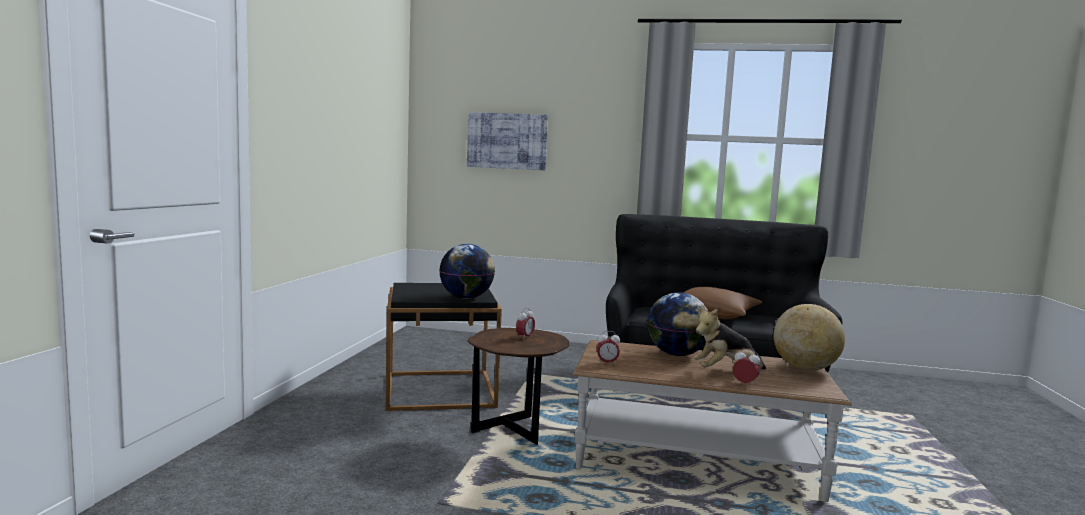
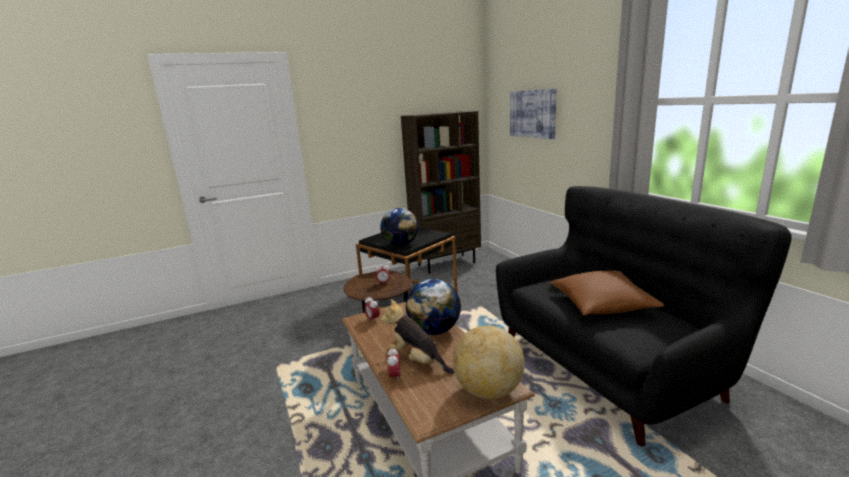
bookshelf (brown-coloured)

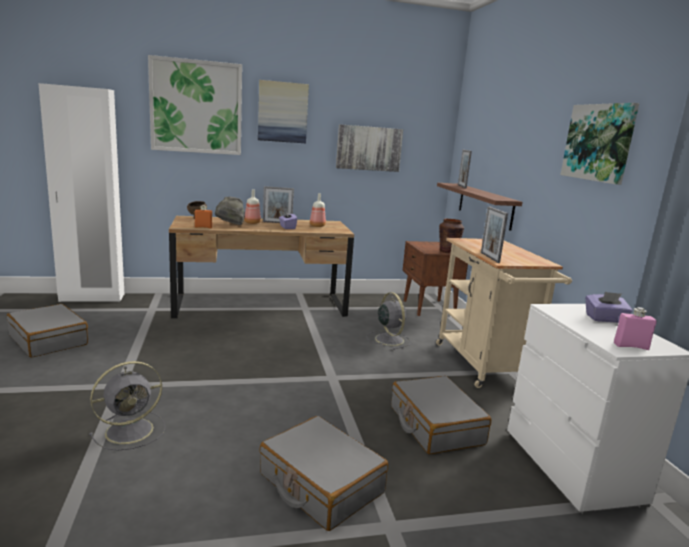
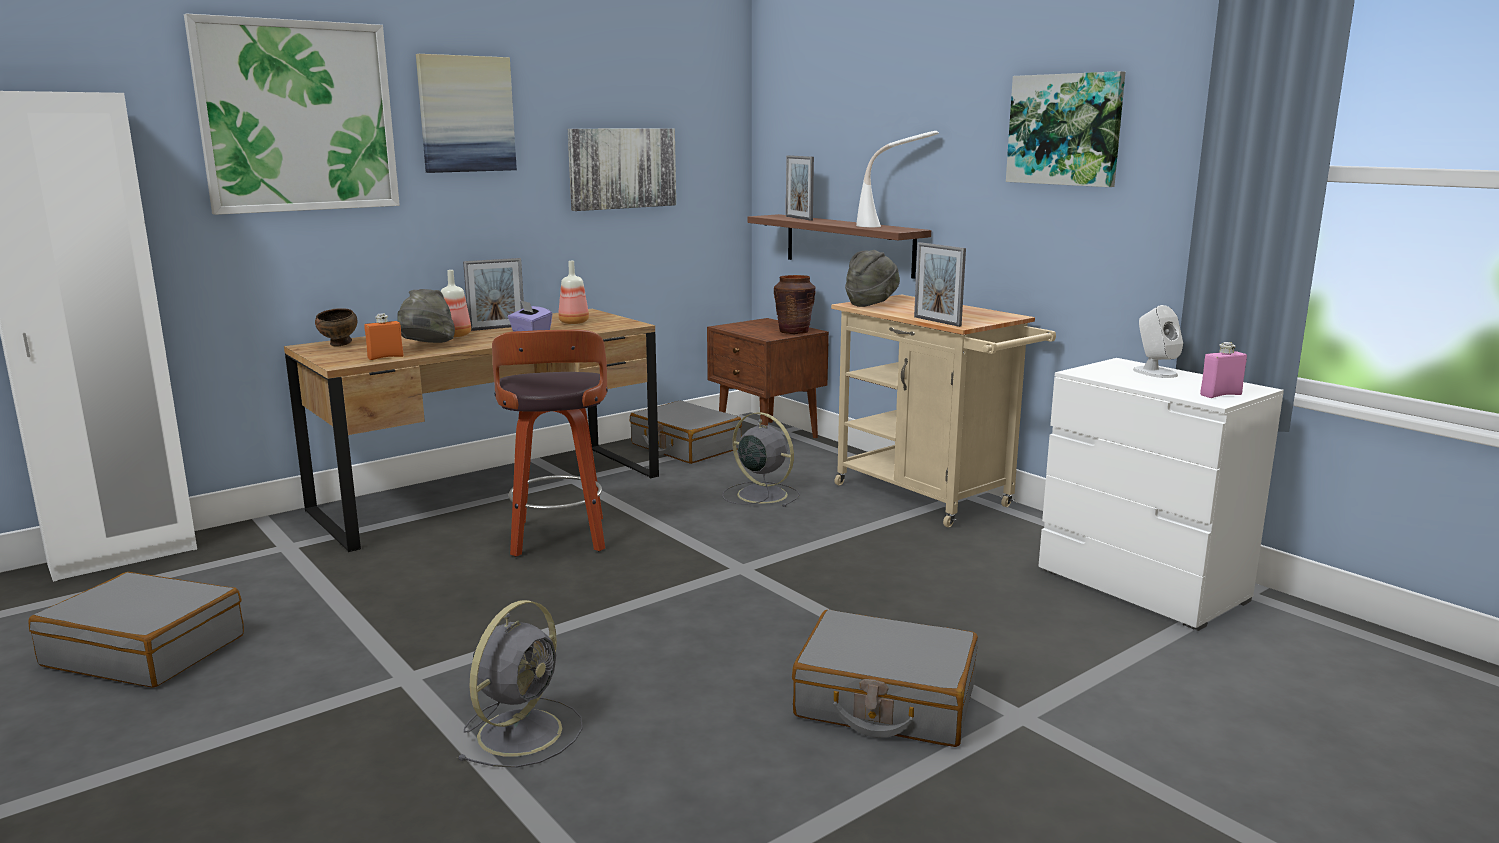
loudspeaker (whitish)
piece of luggage (greyish) (2nd from left)
lamp for a table (whitish)
clothing hat (greyish) (2nd from left)
stool seat

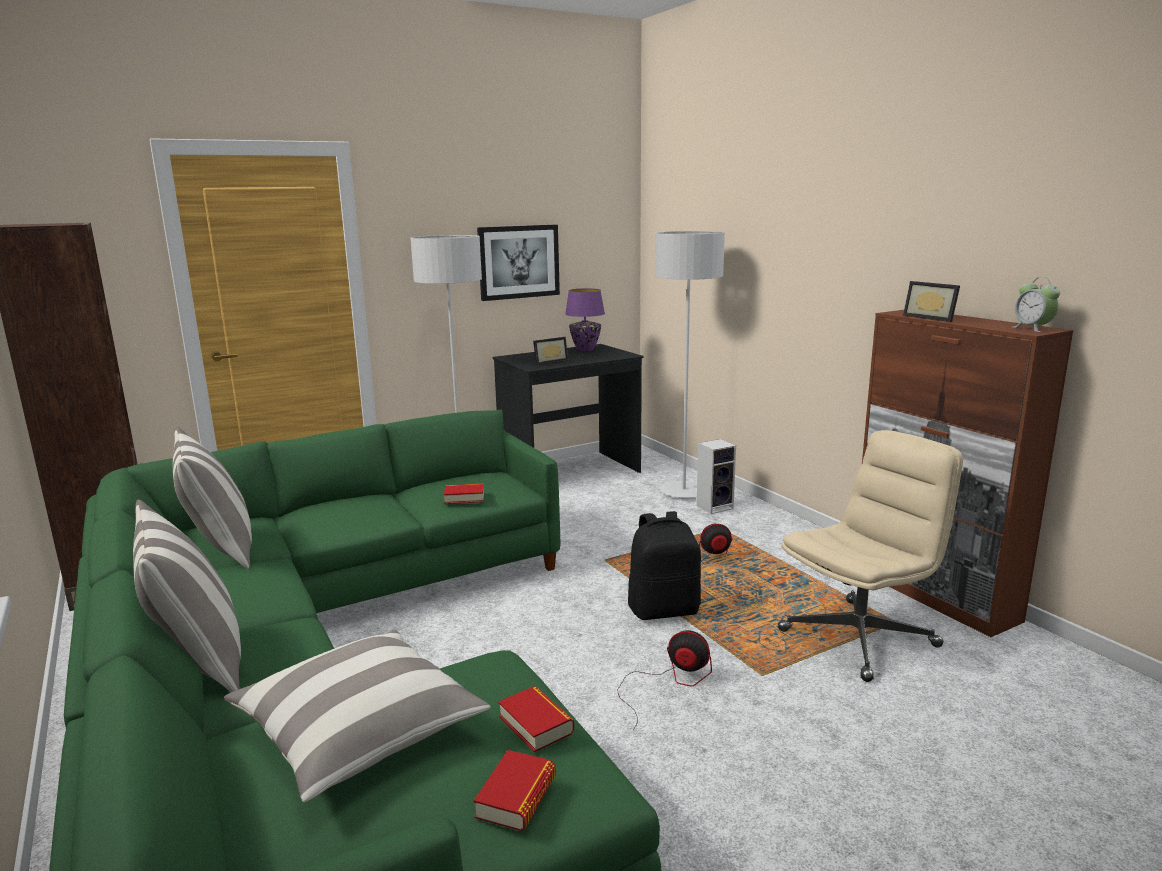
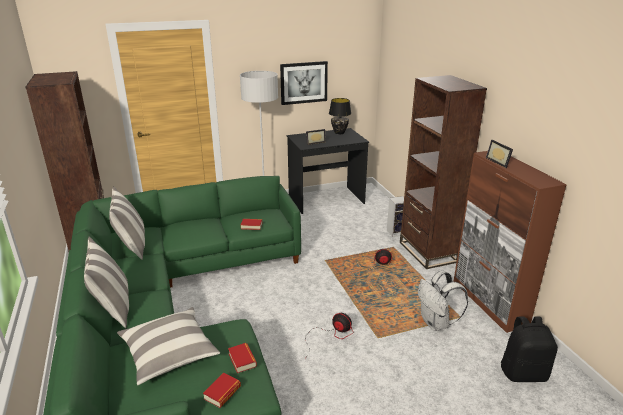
floor lamp (greyish) (2nd from left in the first image)
bedside clock
lamp for a table (black)
knapsack (whitish)
knapsack (black)
bookshelf (brown-coloured) (2nd from left)

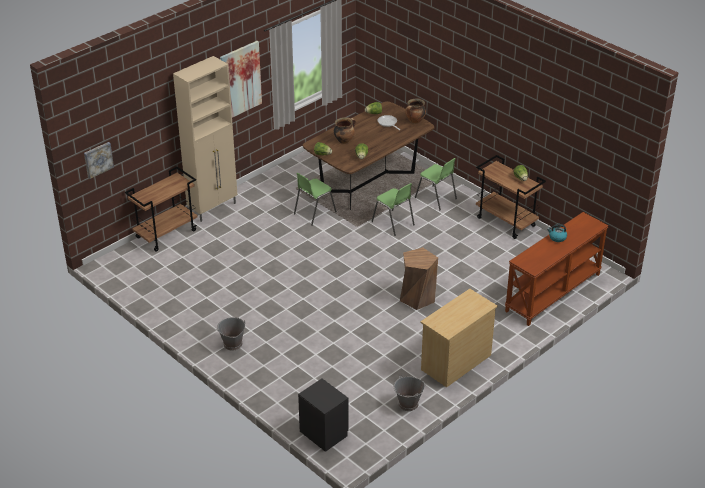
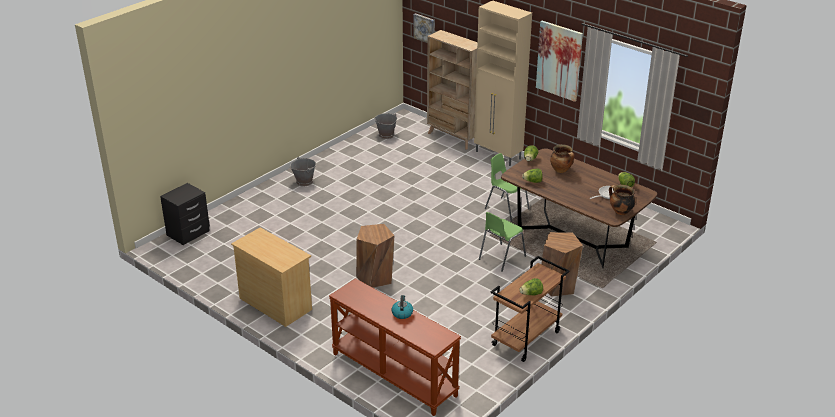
stool seat (brown-coloured) (2nd from left)
bookshelf (beige)
water bucket (greyish) (2nd from left)

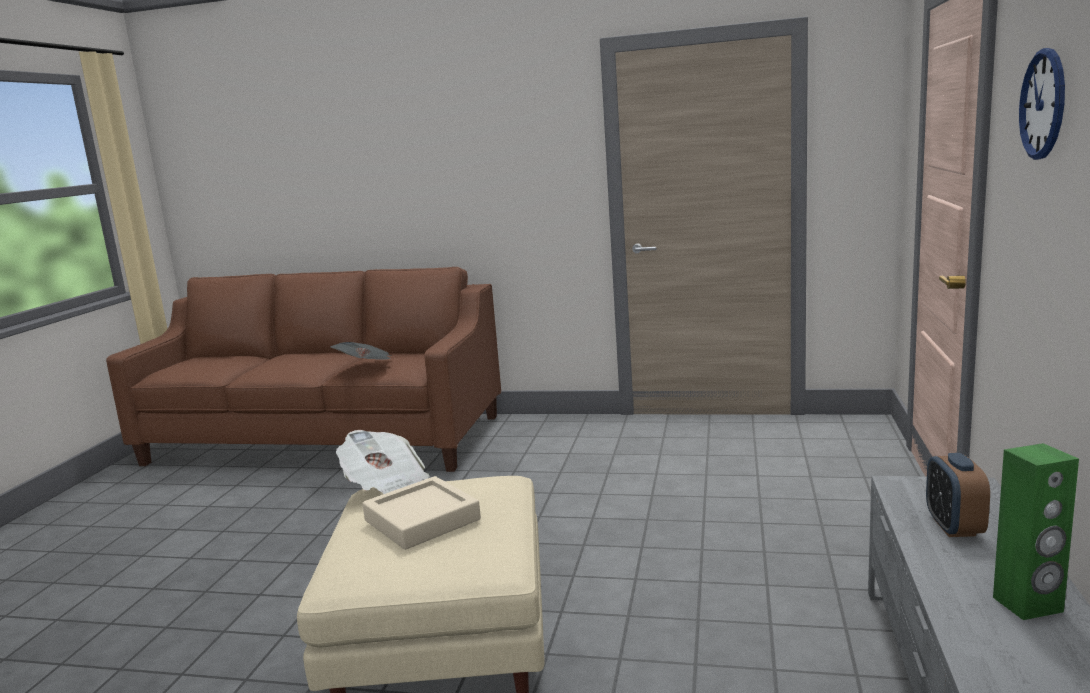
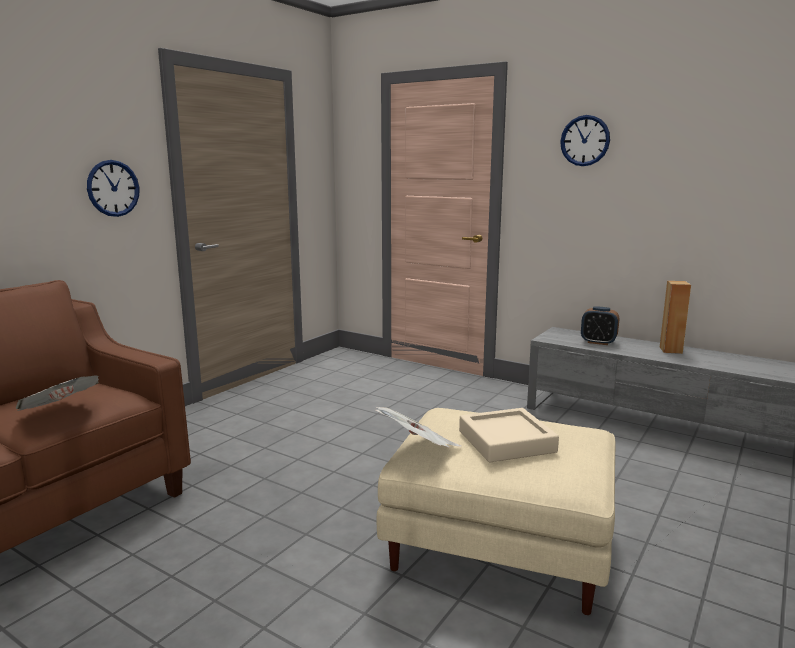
loudspeaker (brown-coloured)
hanging clock (1st from left)

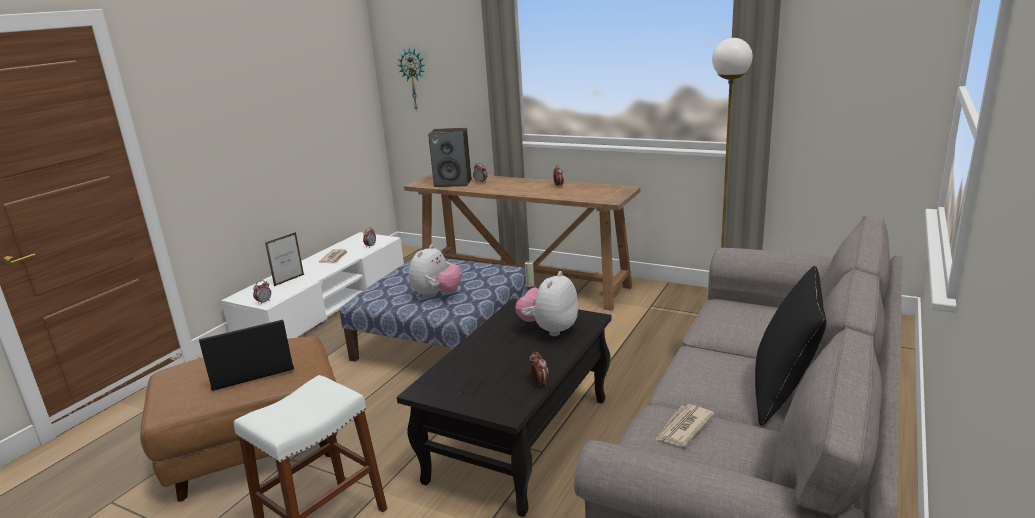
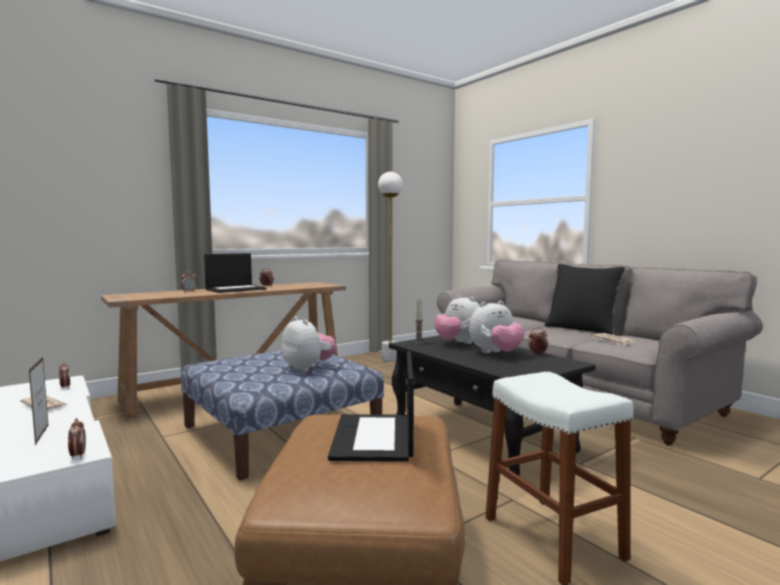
hanging clock
loudspeaker
laptop (1st from left)
cuddly toy (3rd from left)

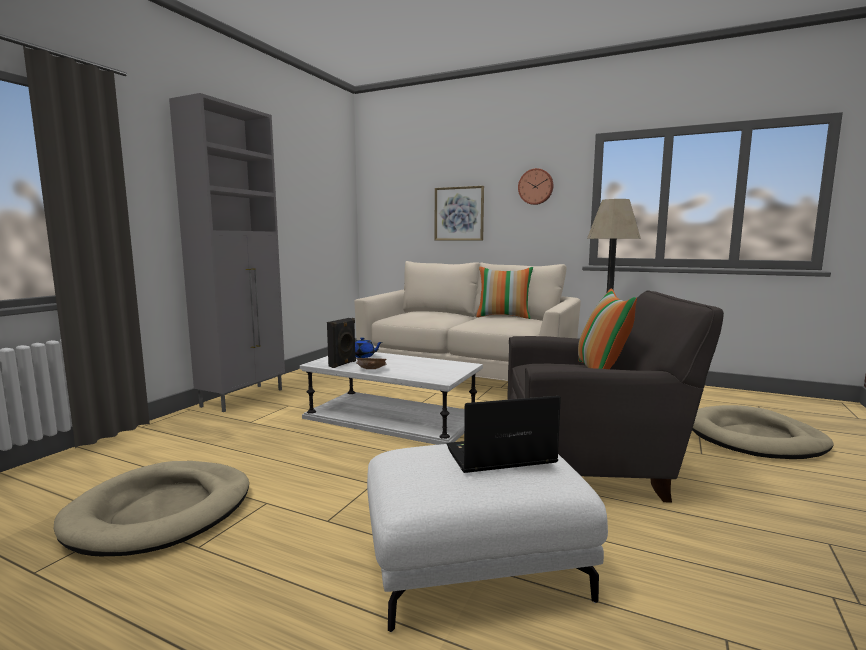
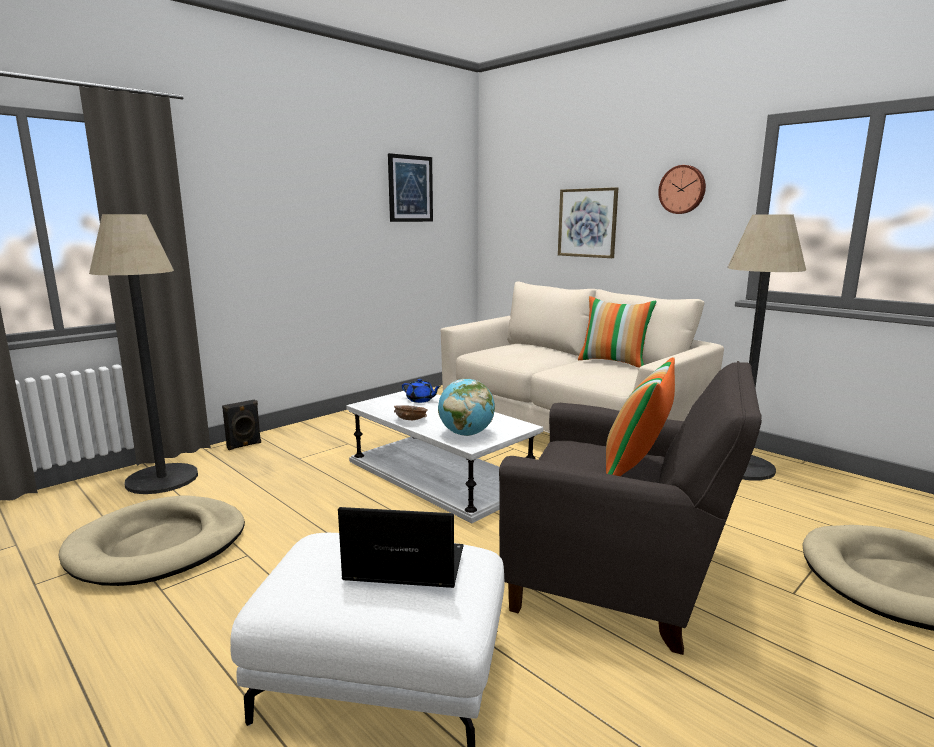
cupboard (greyish)
loudspeaker (black)
wall picture (1st from left)
floor lamp (1st from left)
desk globe

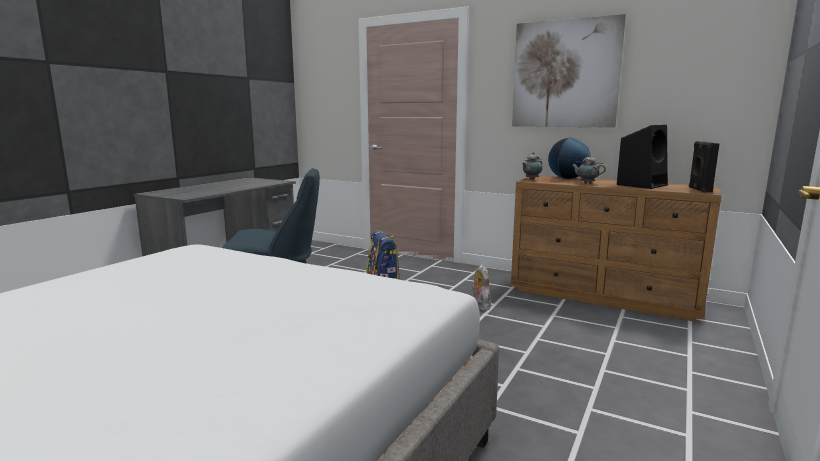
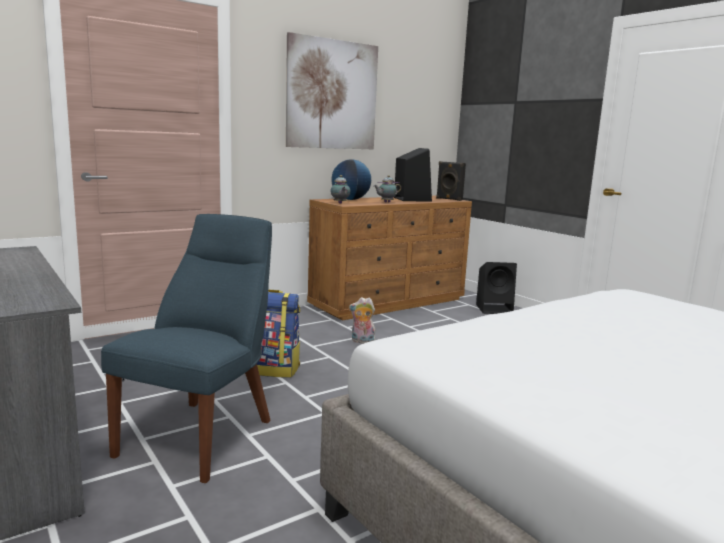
loudspeaker (black) (3rd from left)

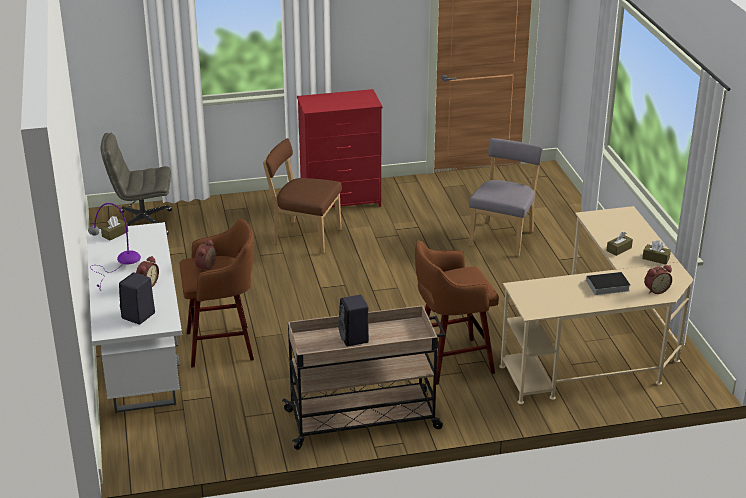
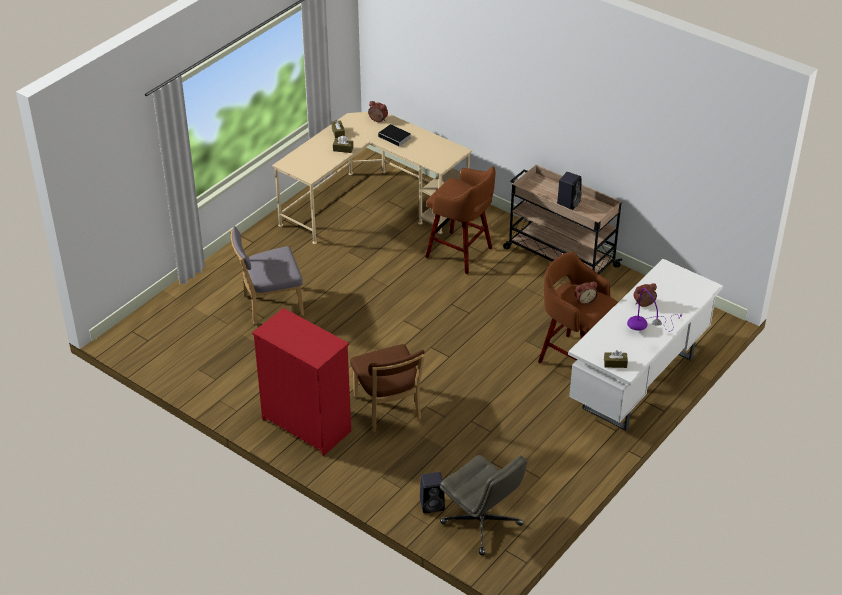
loudspeaker (black) (1st from left)

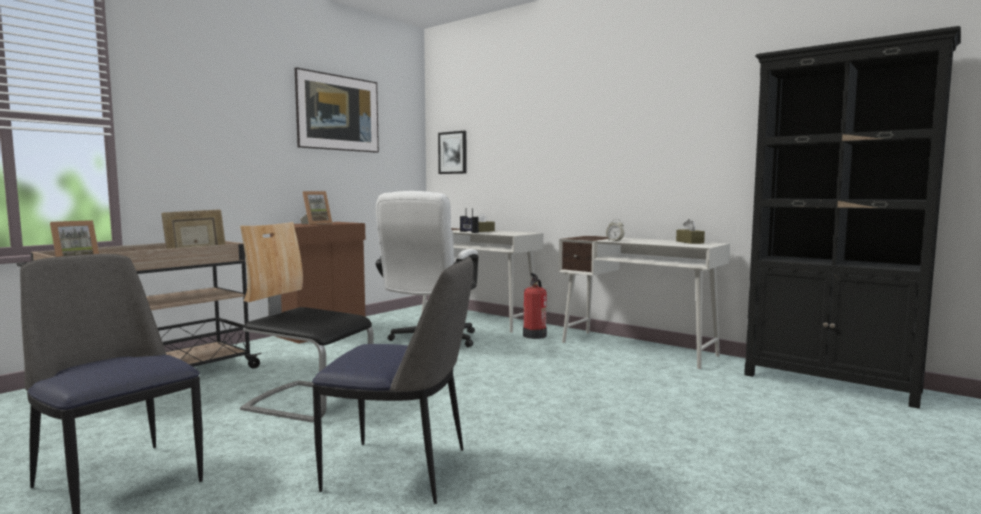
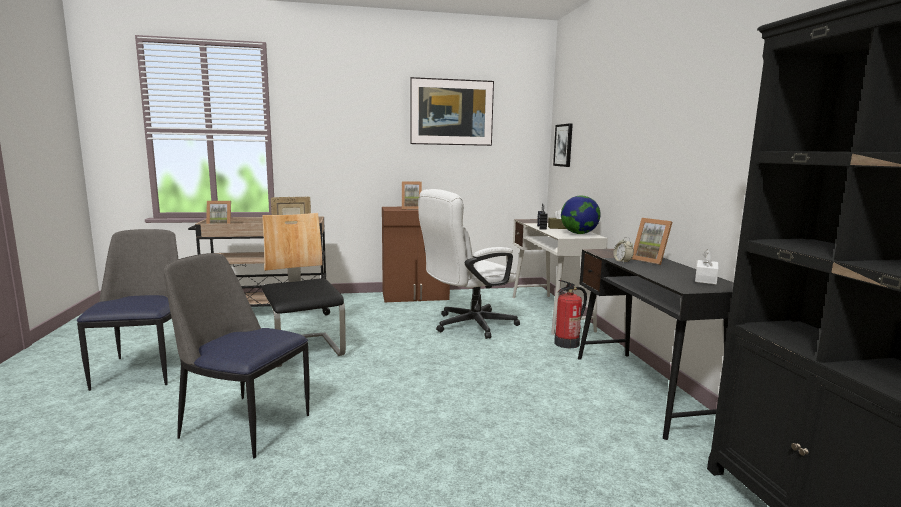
tissue holder (whitish)
desk (black)
chair (2nd from left)
desk globe
picture frame (4th from left)

